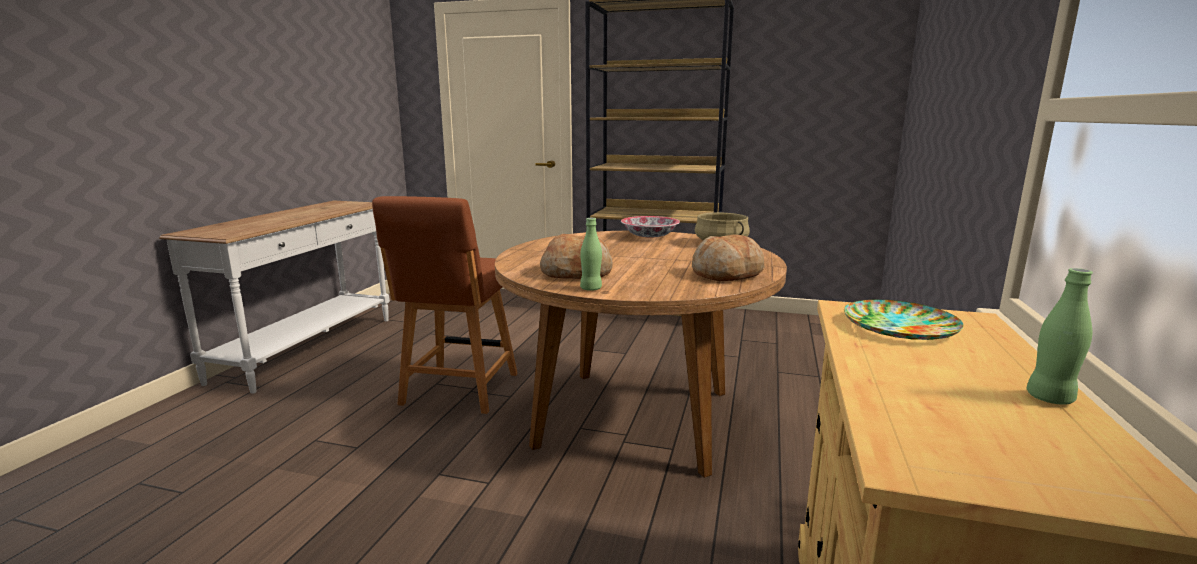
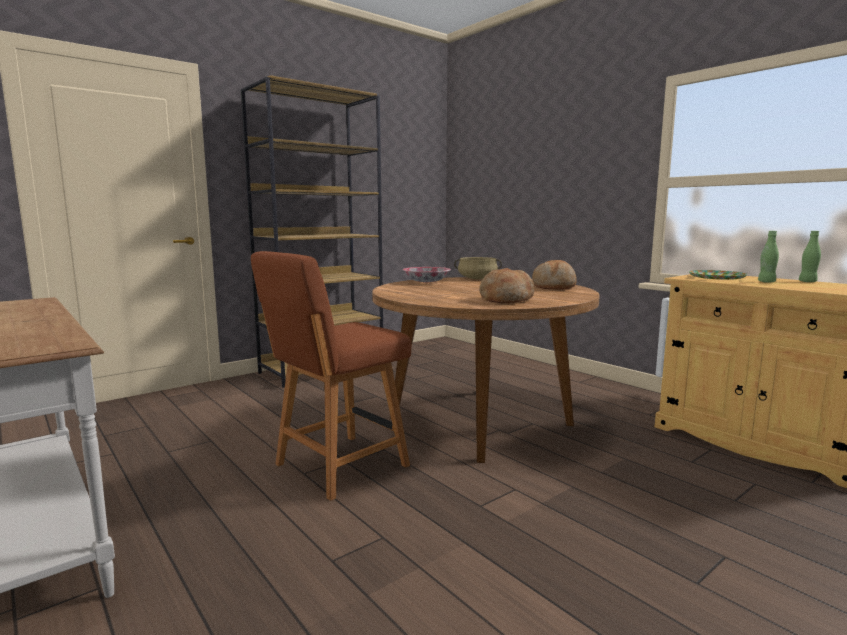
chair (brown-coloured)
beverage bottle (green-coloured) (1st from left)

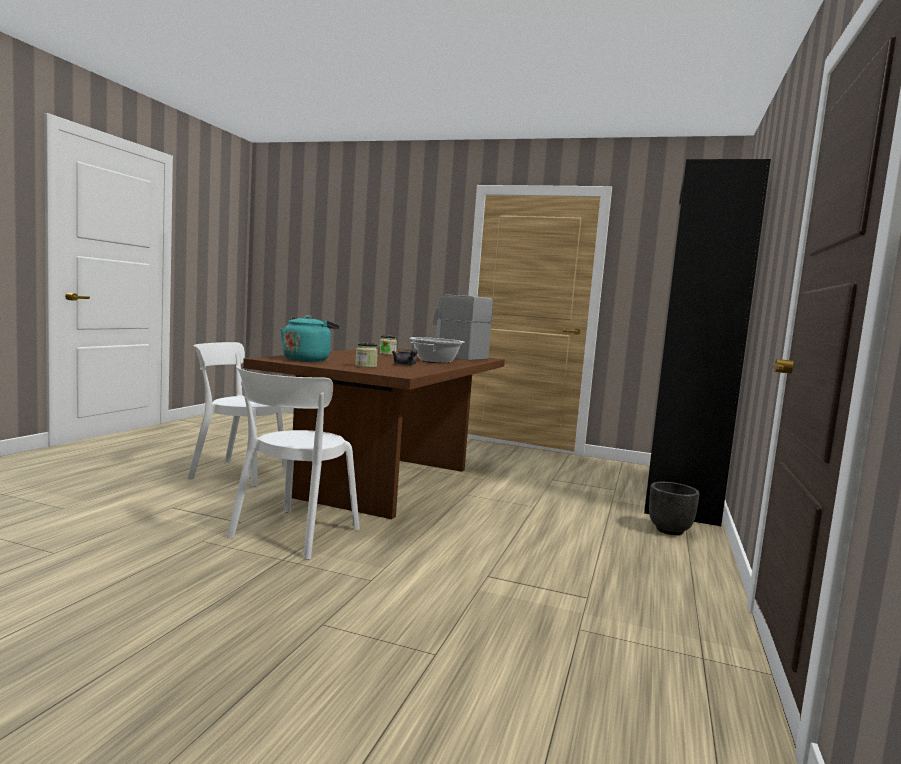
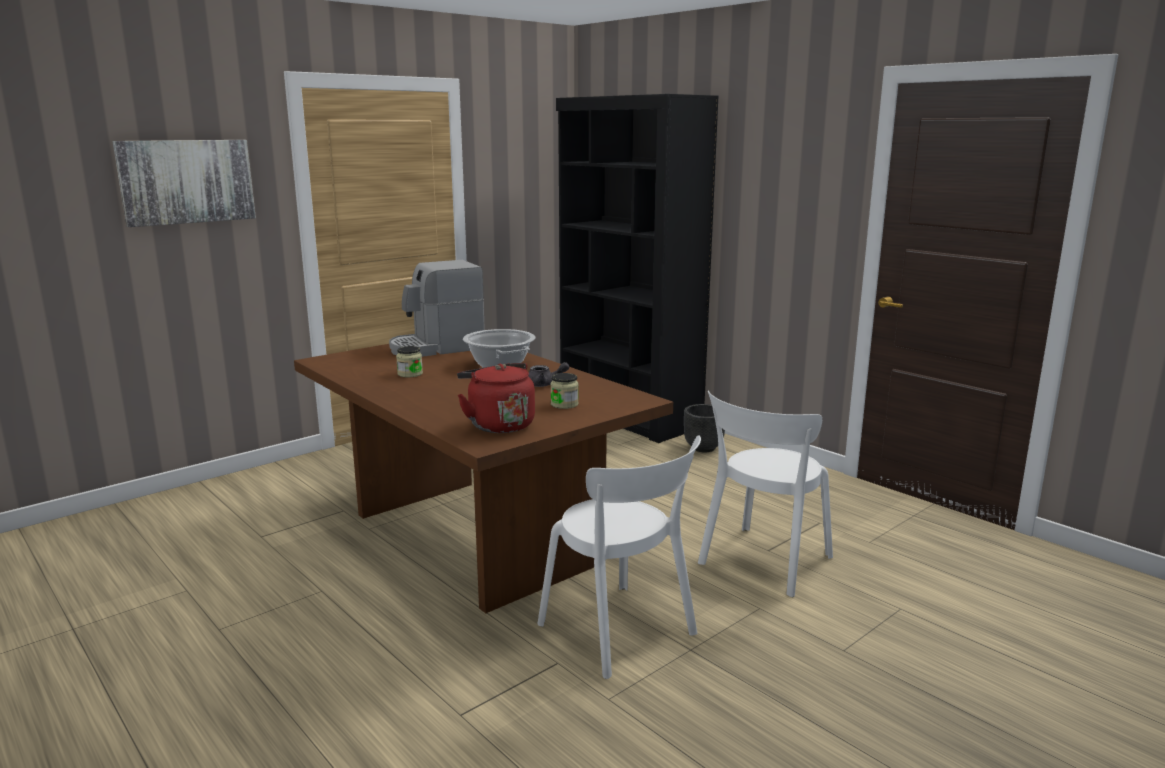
tea kettle (red)
chair (whitish) (2nd from left)
wall picture

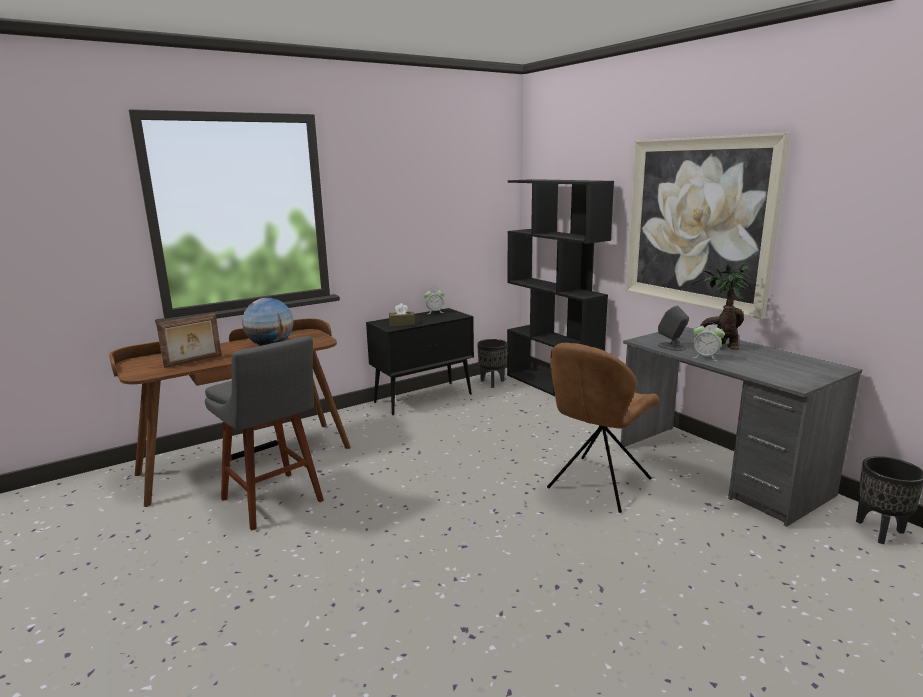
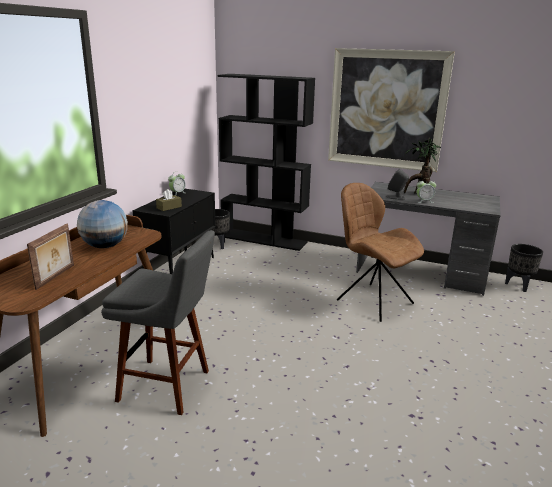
chair (brown-coloured)

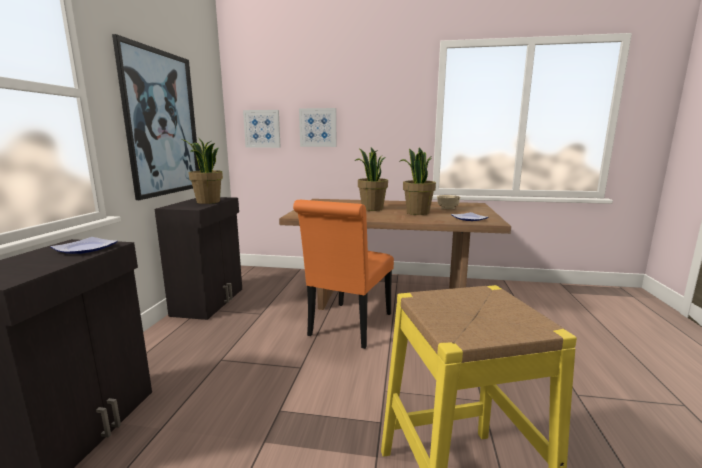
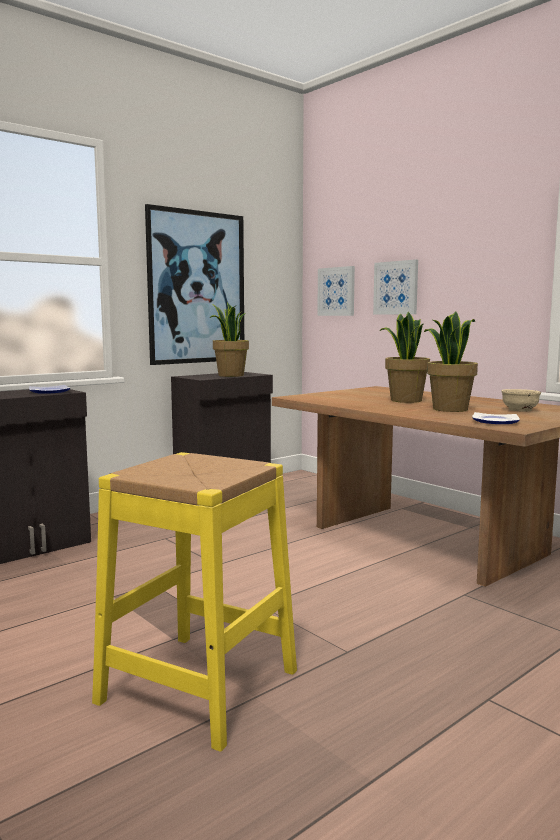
chair (orange)

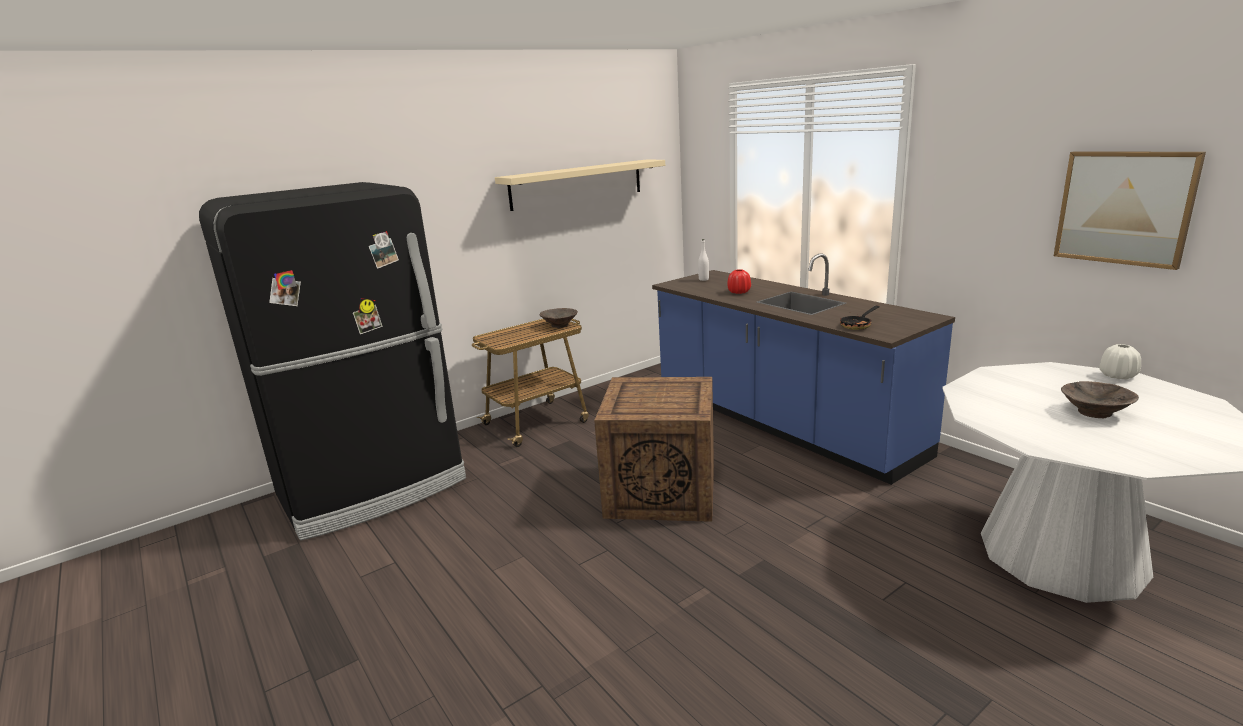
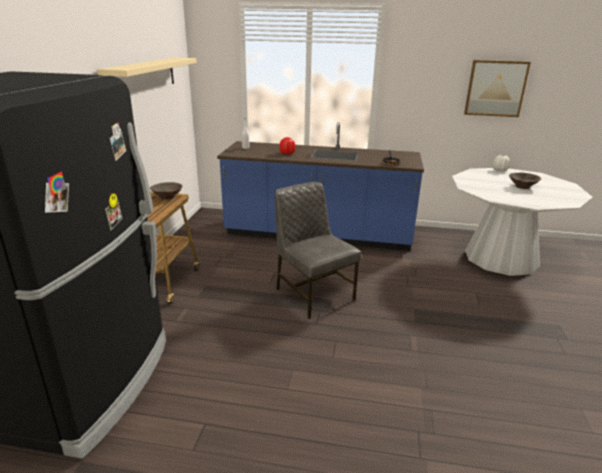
chair (greyish)

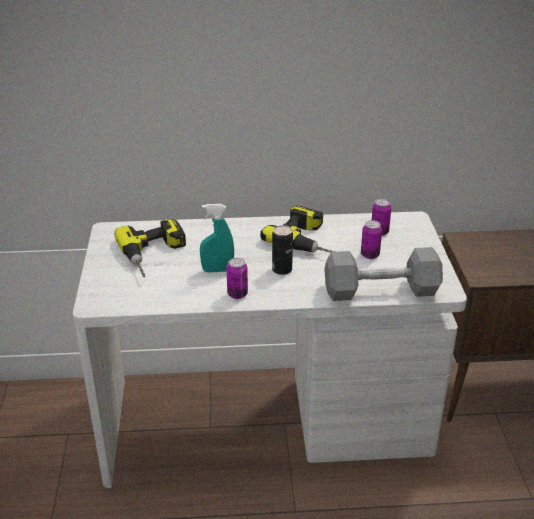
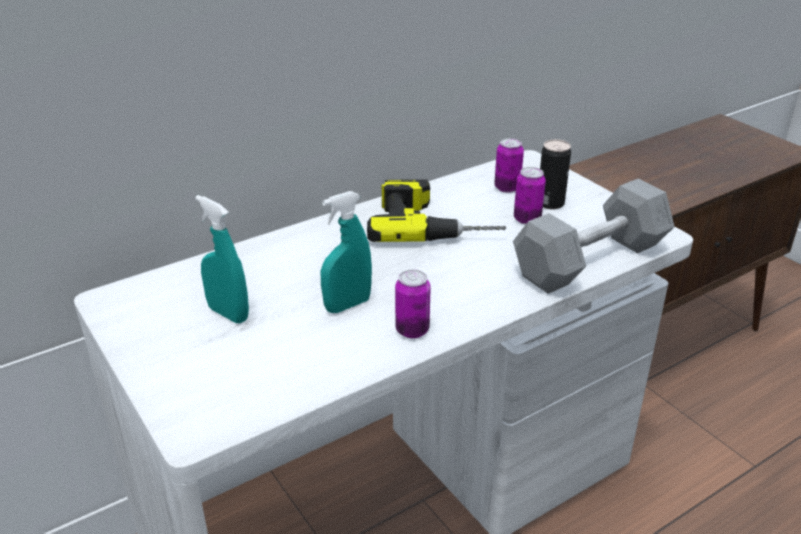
spray bottle (turquoise) (1st from left)
sealed can (4th from left)

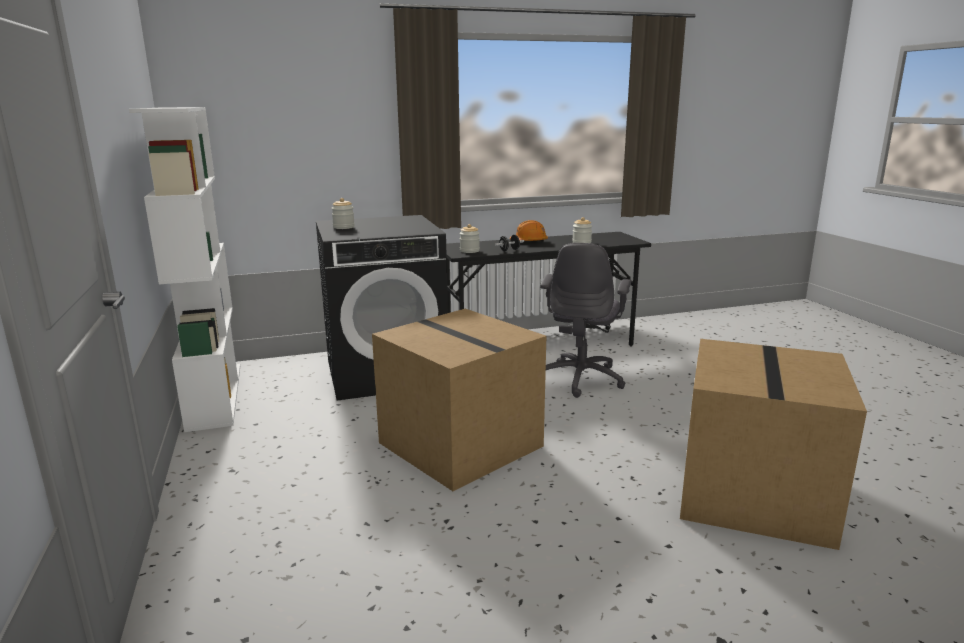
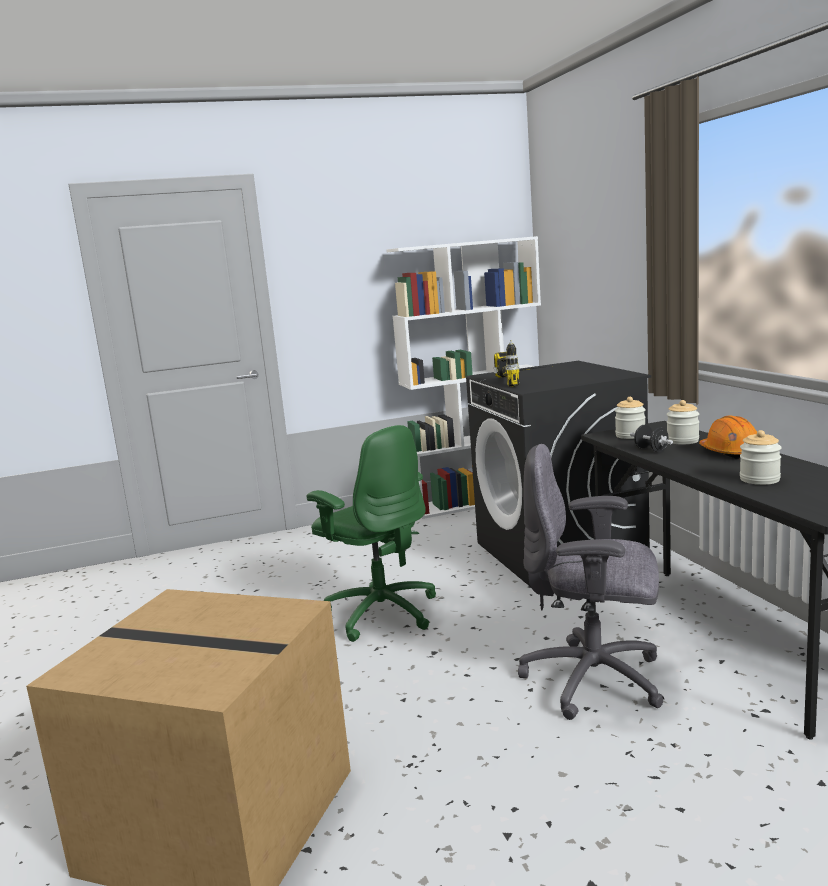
storage jar (2nd from left)
computer chair (green-coloured)
electric drill

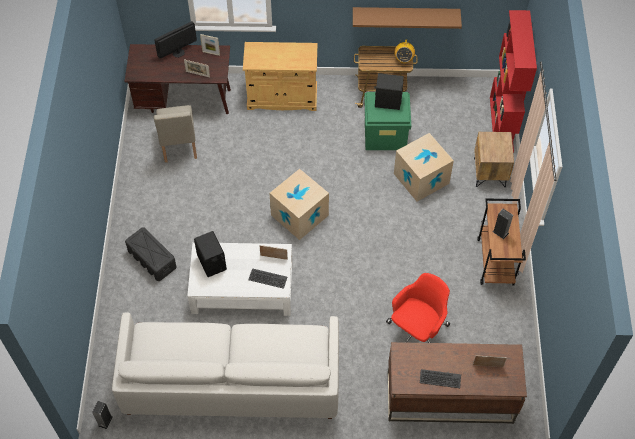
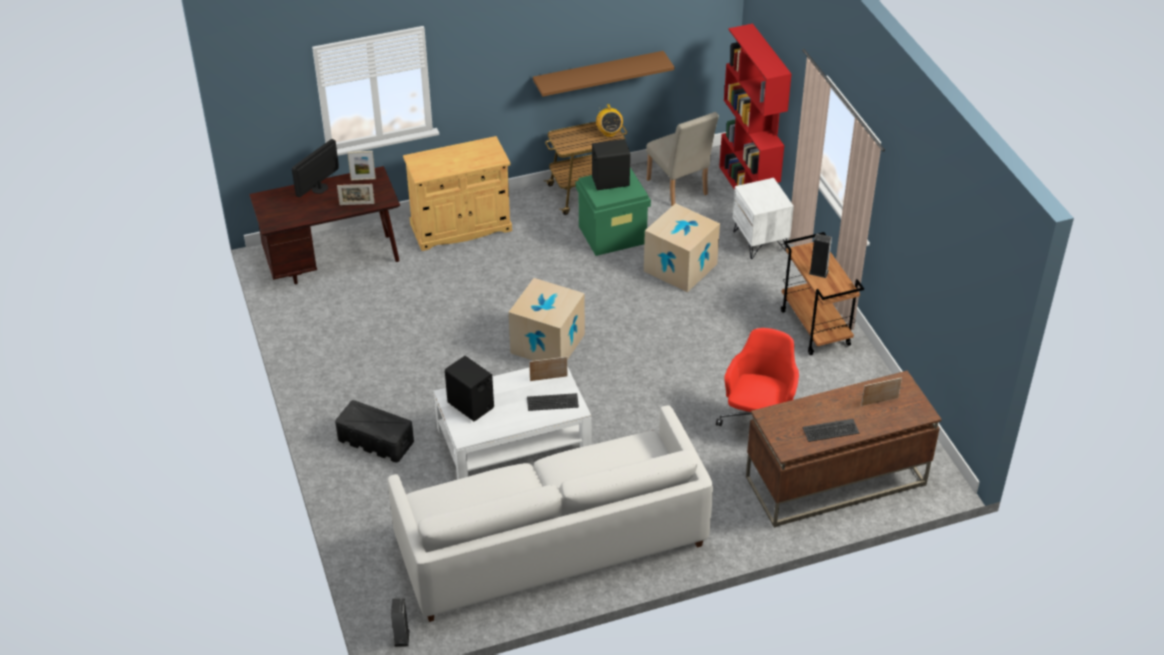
chair (beige)
nightstand (whitish)

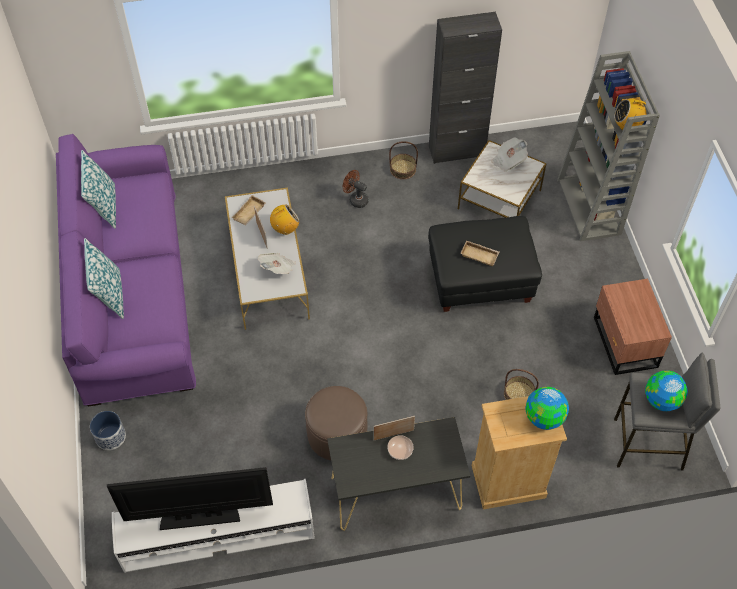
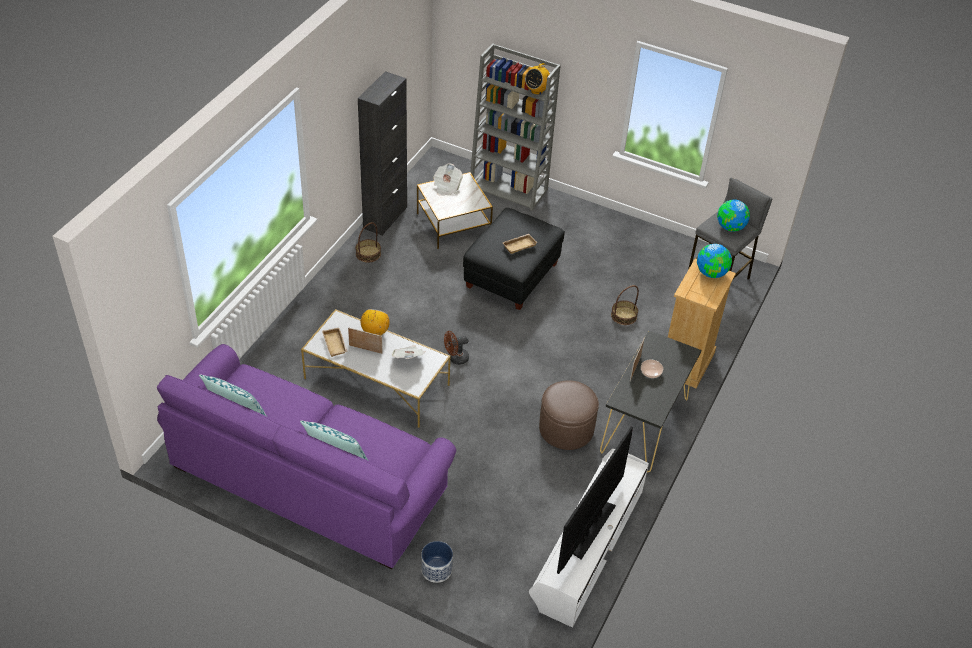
cooling fan (brown-coloured)
nightstand (brown-coloured)

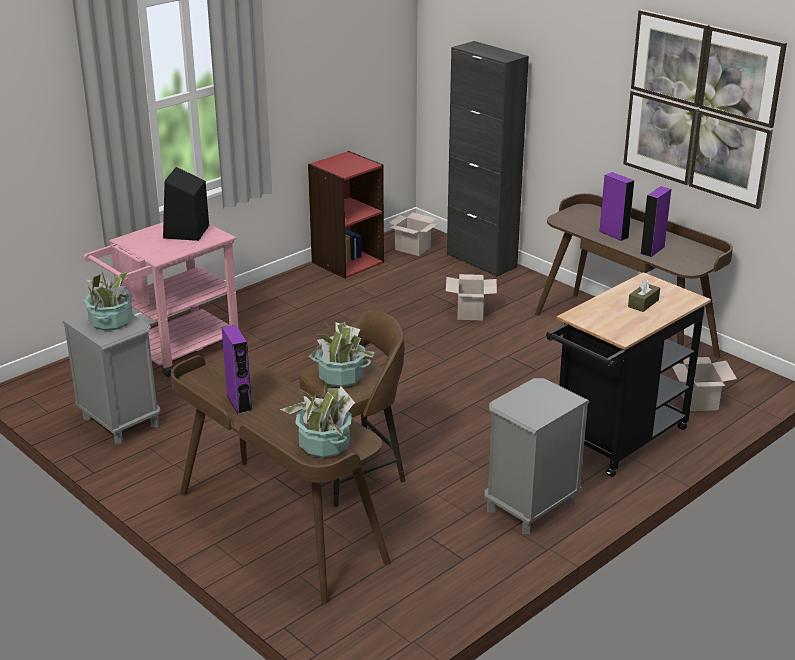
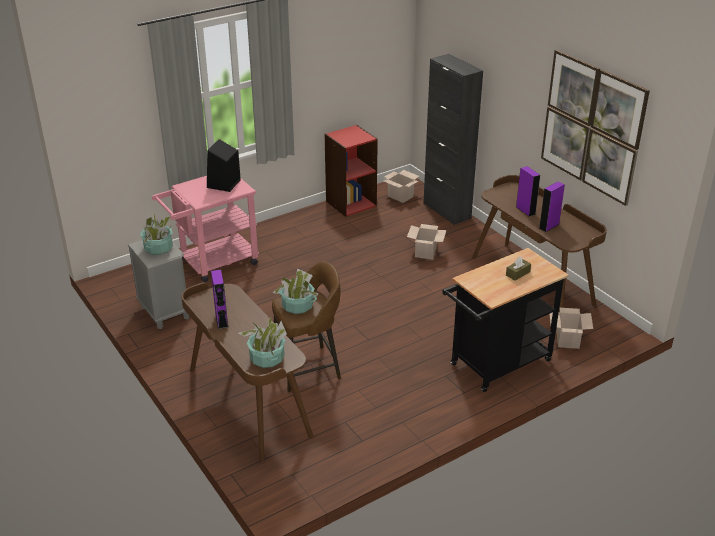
nightstand (greyish) (2nd from left in the first image)

